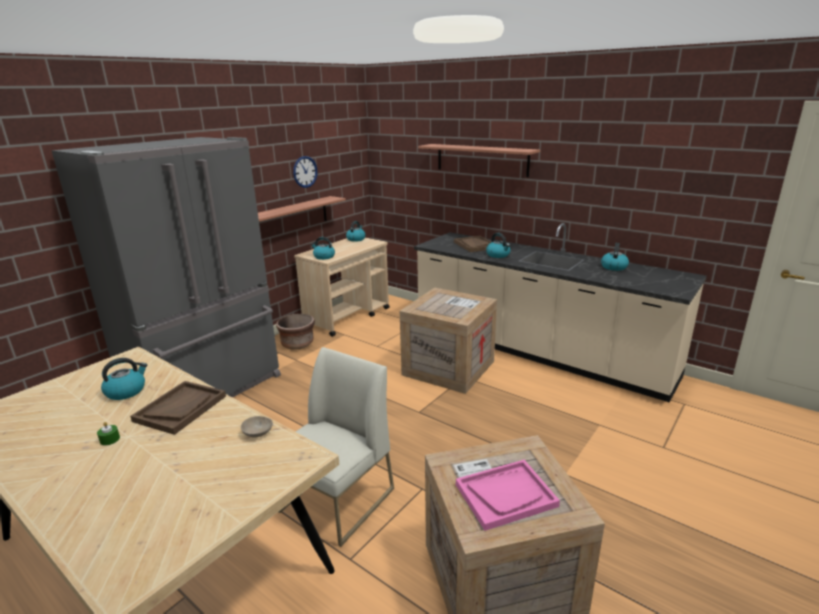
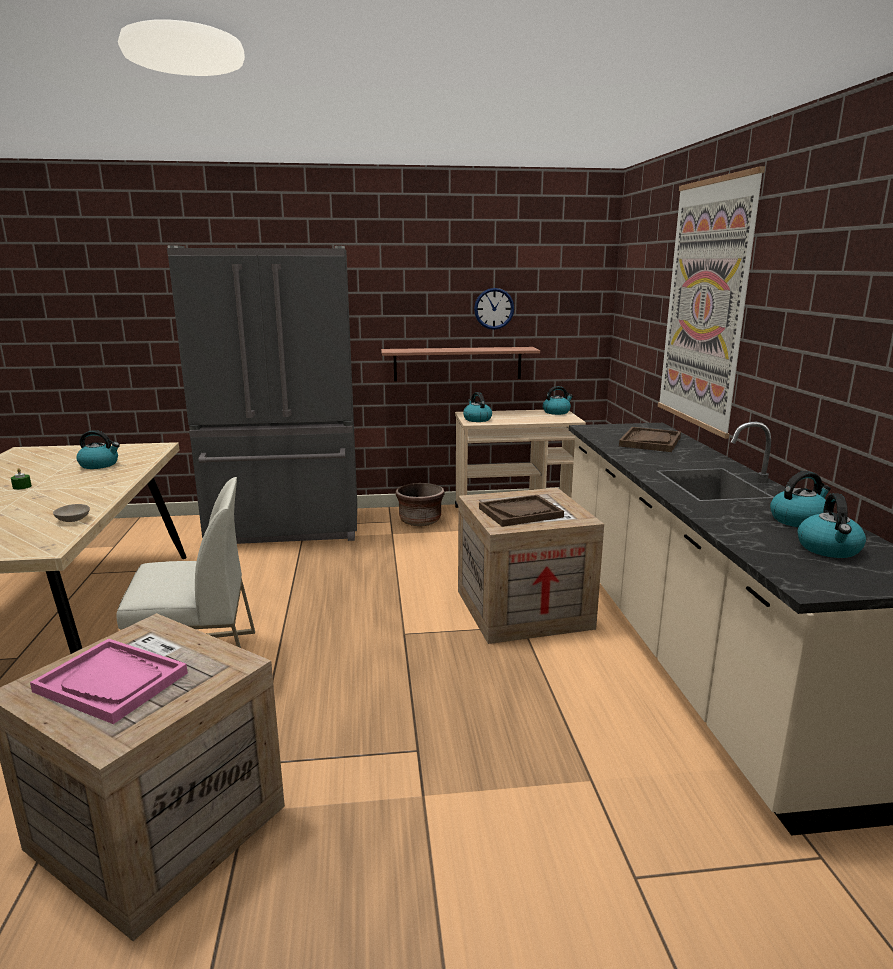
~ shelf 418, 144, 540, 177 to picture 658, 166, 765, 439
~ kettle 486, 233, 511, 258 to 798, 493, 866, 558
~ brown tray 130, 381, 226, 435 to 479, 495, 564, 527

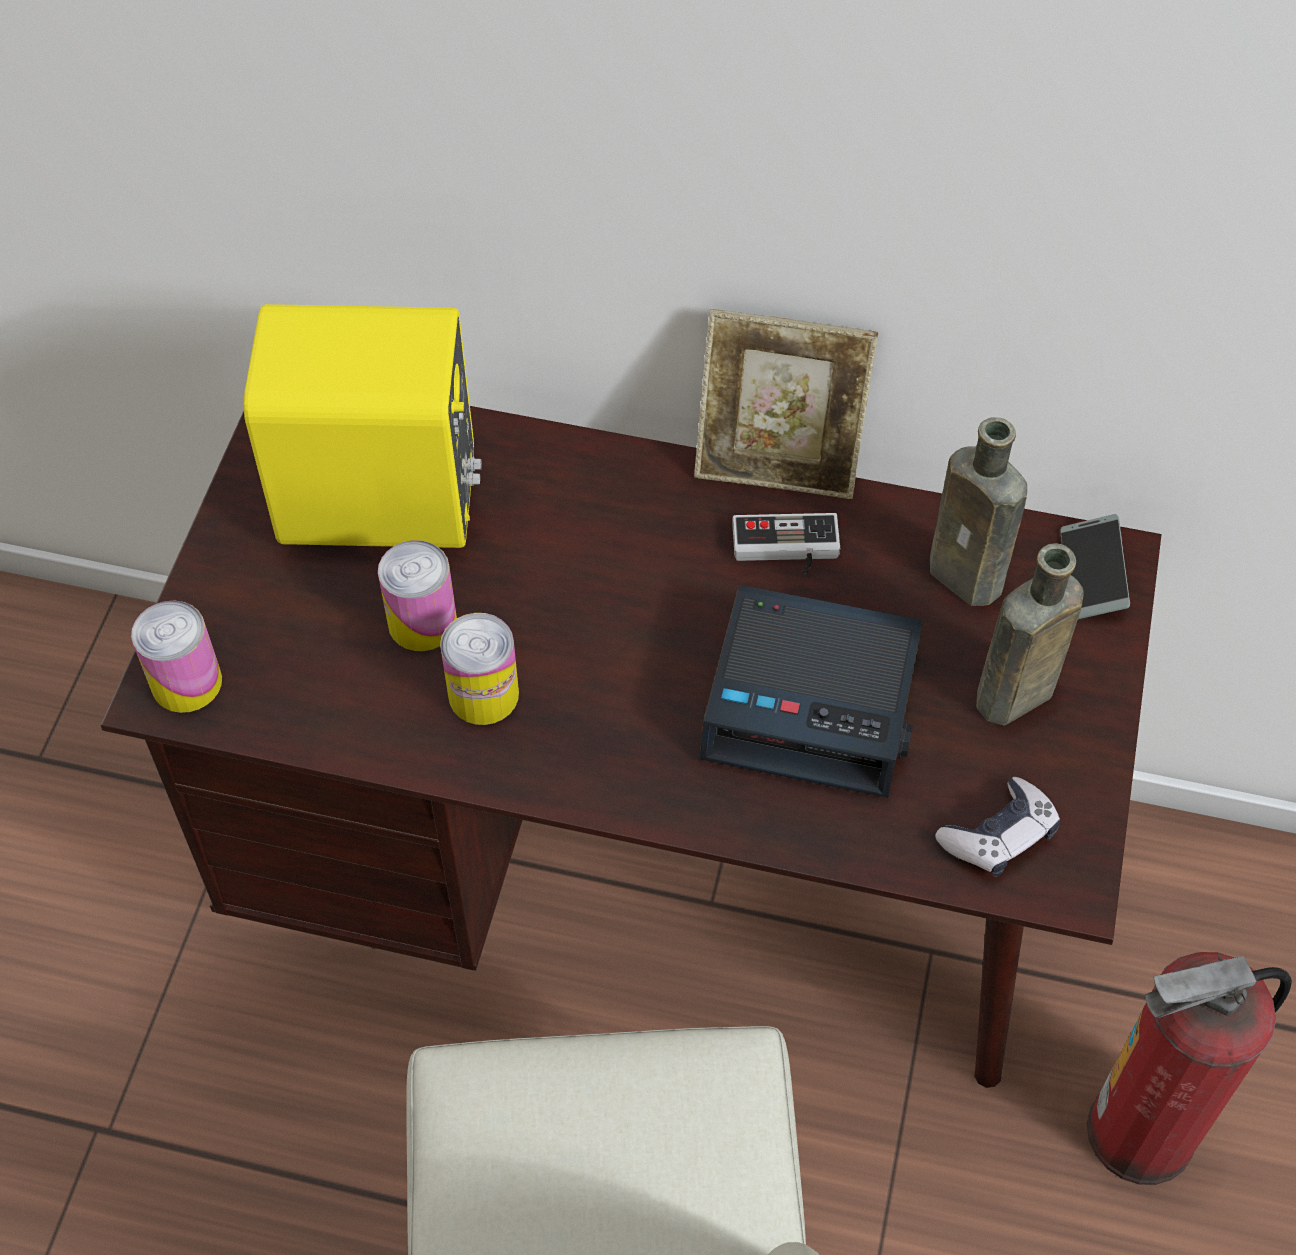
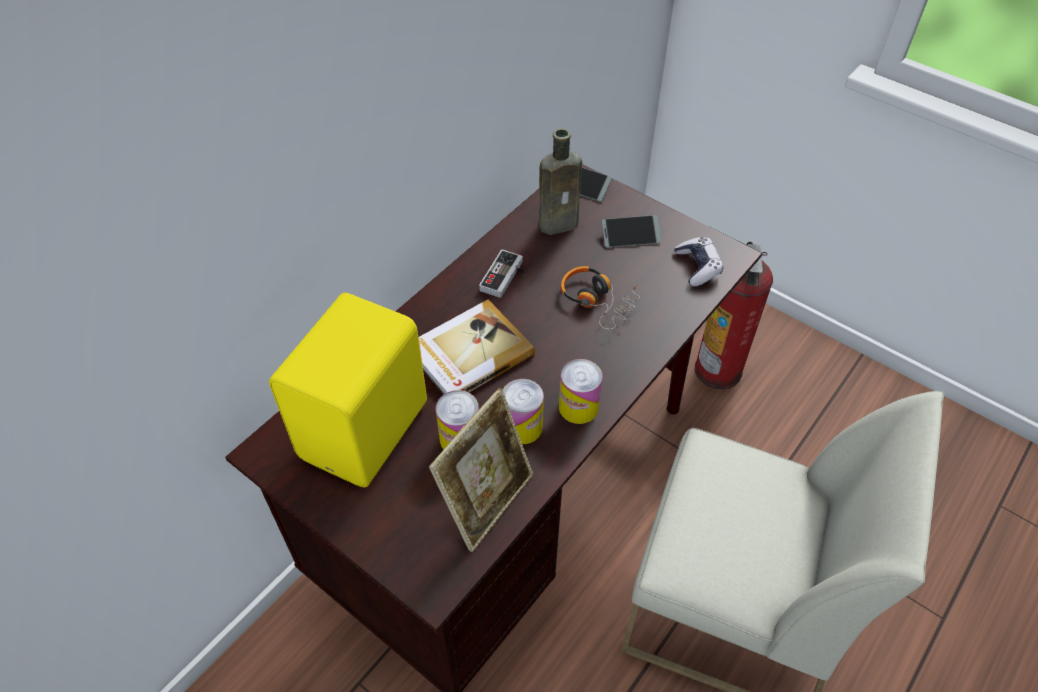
~ picture frame 694, 309, 878, 499 to 429, 388, 533, 552
~ brown bottle 967, 543, 1084, 726 to phone 602, 215, 661, 248
~ alarm clock 700, 585, 923, 798 to headphones 561, 266, 640, 330
~ can 131, 601, 222, 713 to 559, 359, 603, 424
+ book 418, 299, 535, 394

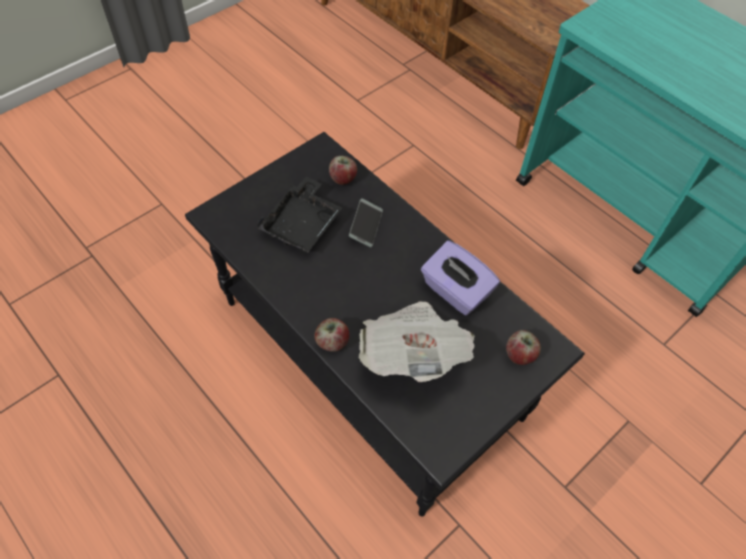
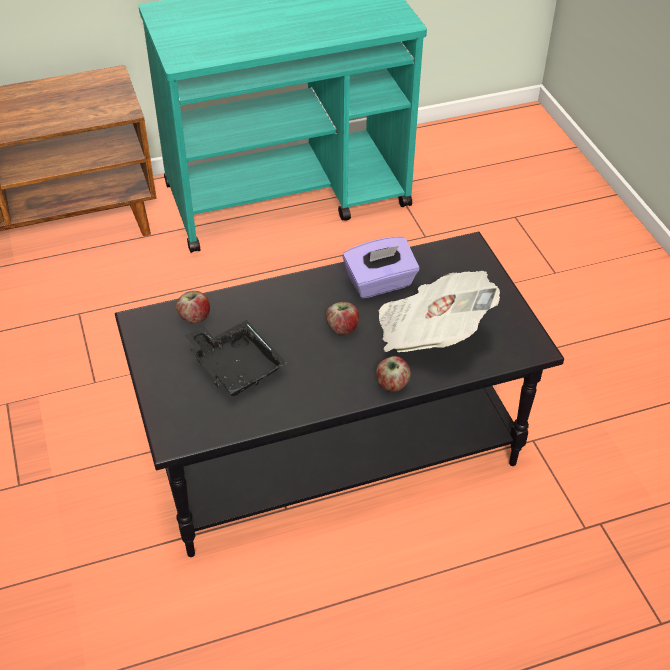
- phone 349, 198, 383, 247
~ apple 506, 330, 541, 365 to 326, 302, 359, 335

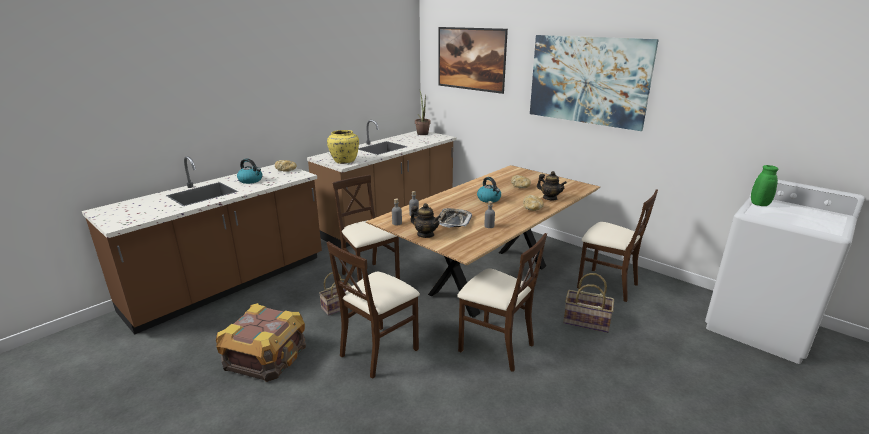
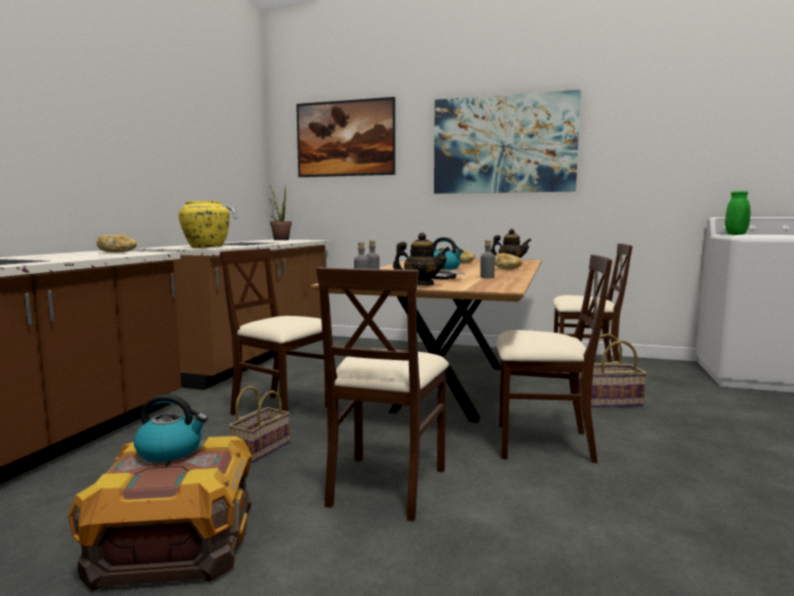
~ kettle 237, 158, 262, 184 to 134, 394, 208, 462

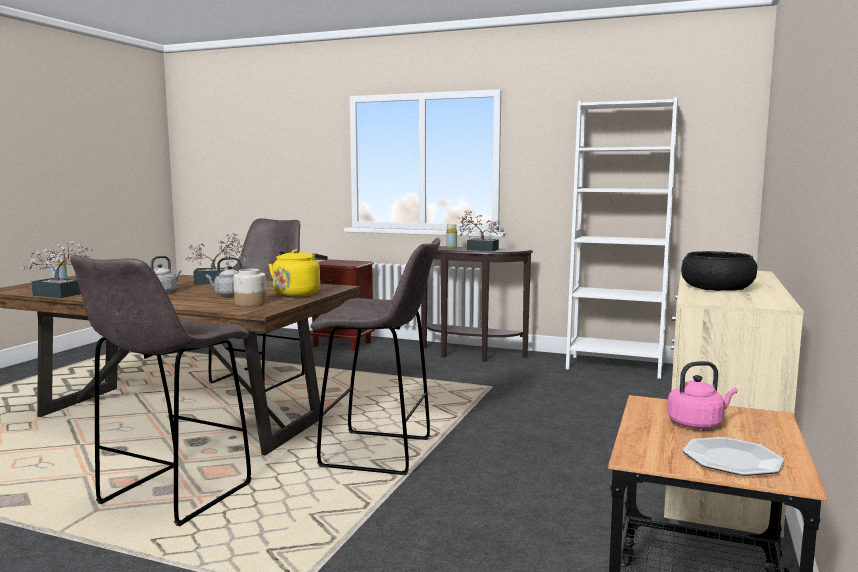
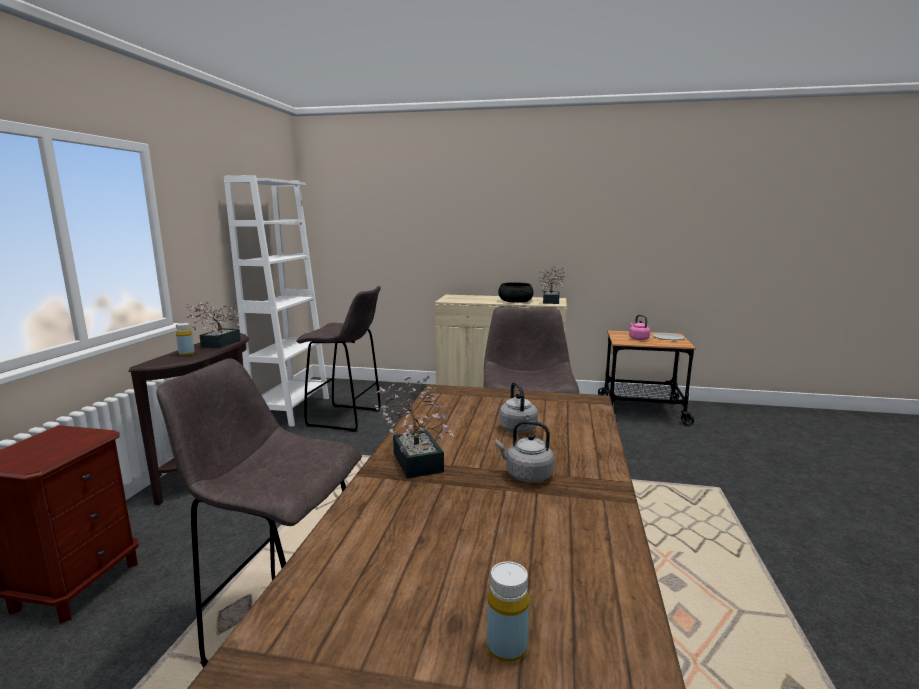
~ potted plant 21, 241, 93, 298 to 537, 266, 565, 304
- yellow kettle 268, 249, 328, 297
~ grey stool 70, 255, 252, 526 to 296, 286, 381, 432
- jar 233, 269, 266, 306

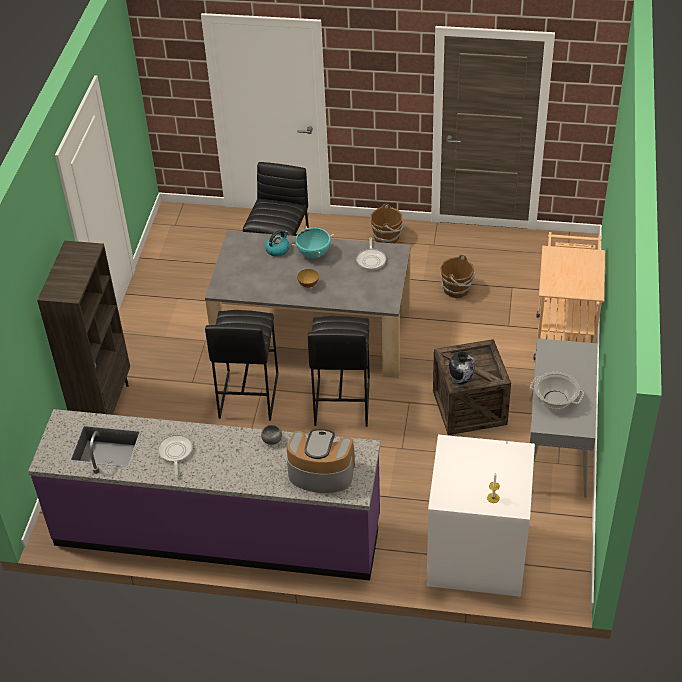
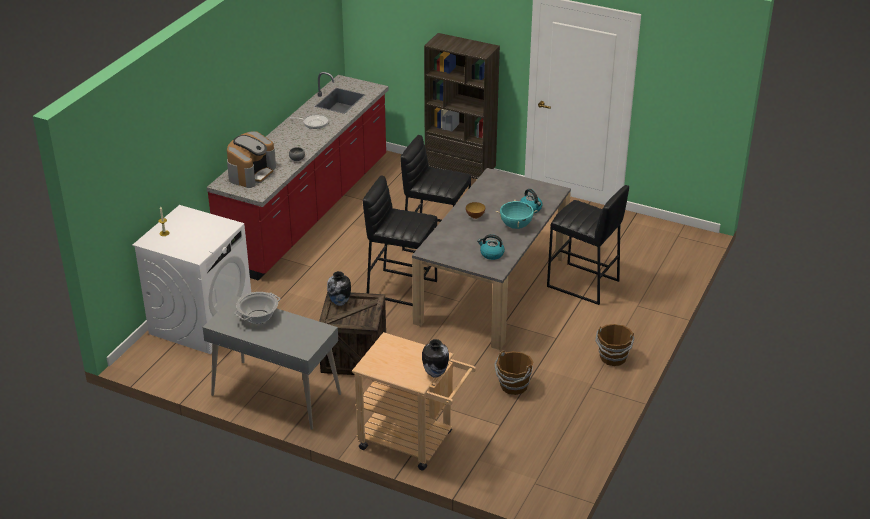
~ frying pan 356, 237, 386, 271 to kettle 477, 234, 505, 260
~ purple counter 28, 409, 380, 580 to red counter 207, 72, 389, 281
+ vase 422, 339, 449, 378

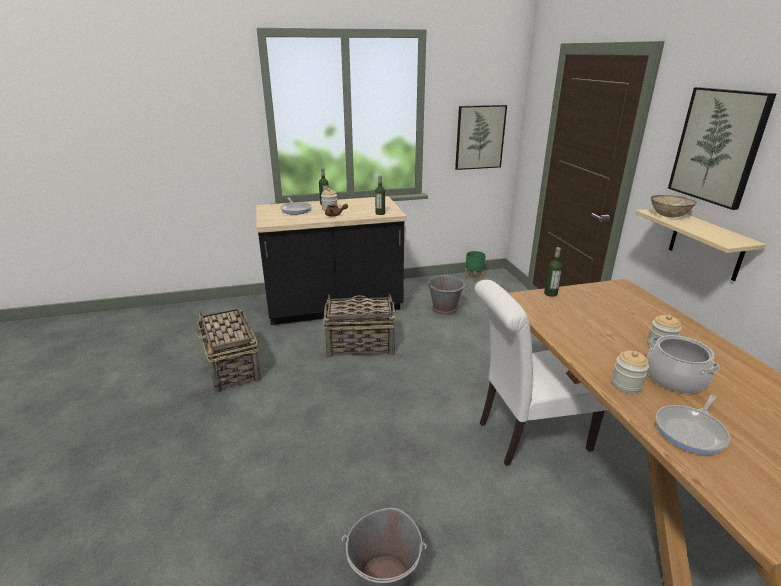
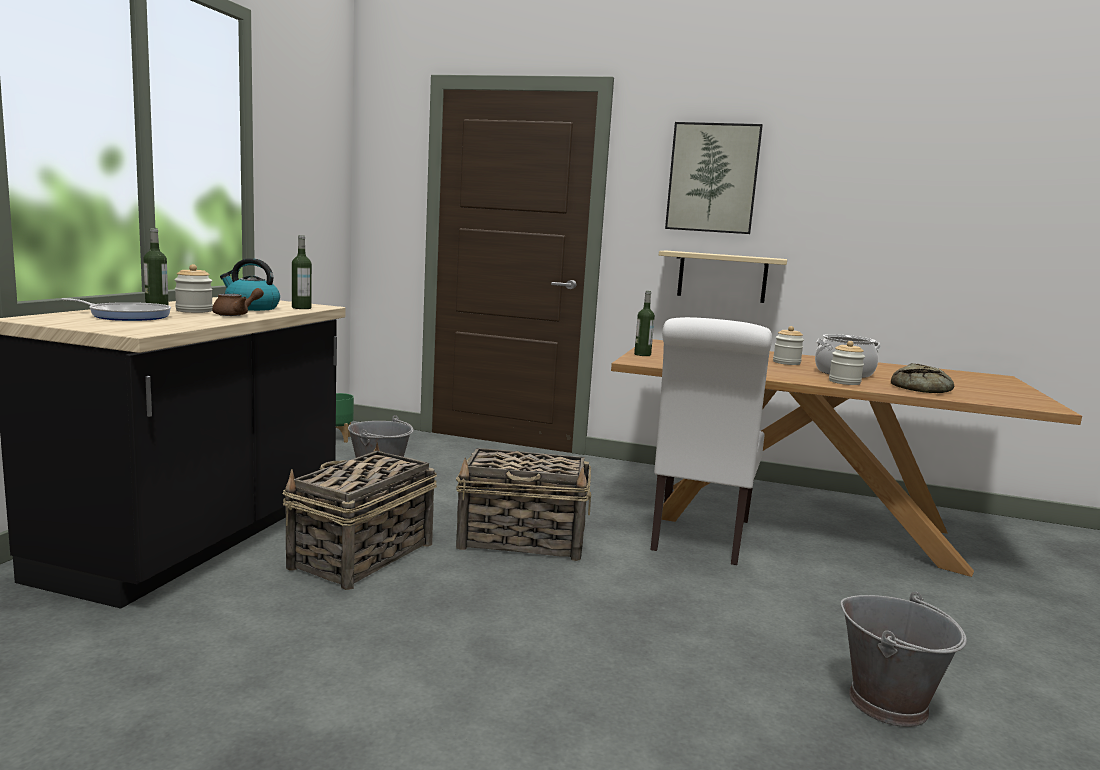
- picture 455, 105, 507, 170
- bowl 651, 195, 696, 217
~ basket 196, 308, 261, 393 to 456, 448, 591, 561
~ frying pan 656, 395, 730, 455 to bread 891, 363, 954, 393
+ kettle 220, 258, 280, 311

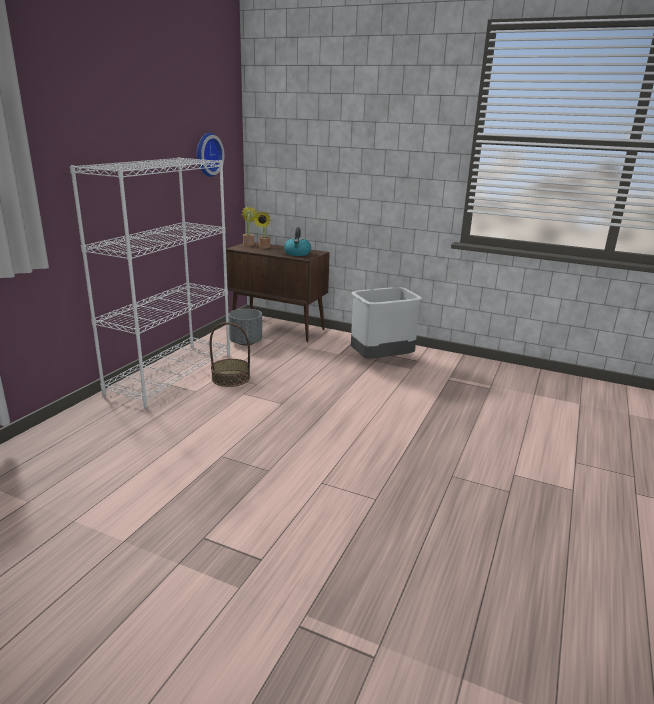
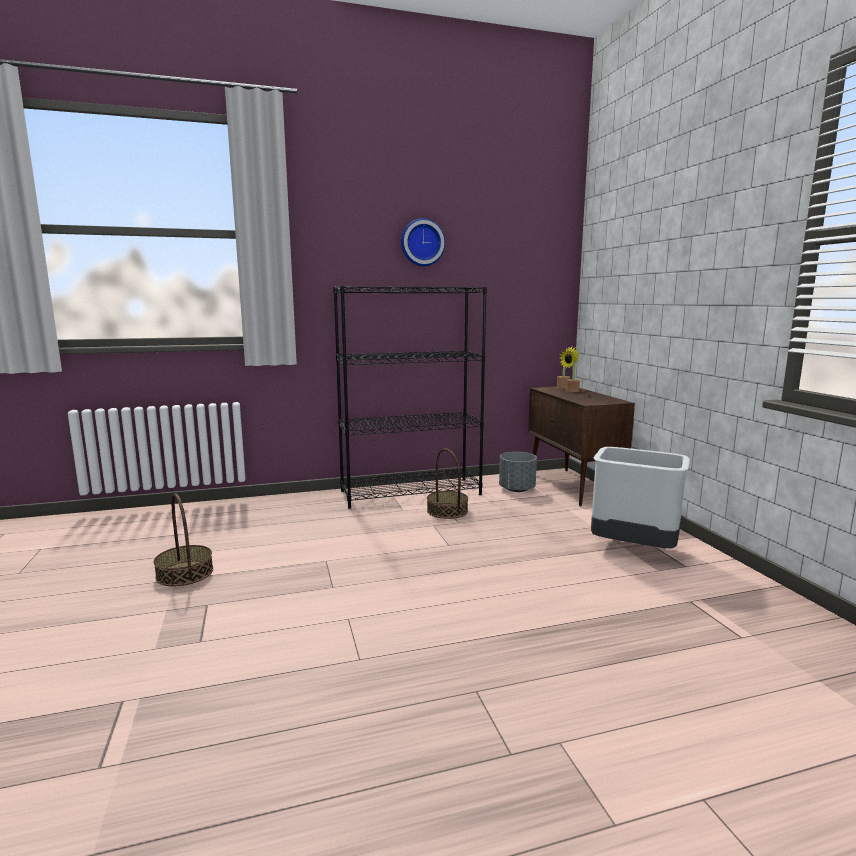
~ wall clock 196, 133, 224, 177 to 401, 218, 445, 266
~ white bookcase 70, 157, 230, 408 to black bookcase 333, 286, 487, 509
- kettle 284, 227, 311, 256
+ basket 154, 493, 213, 586

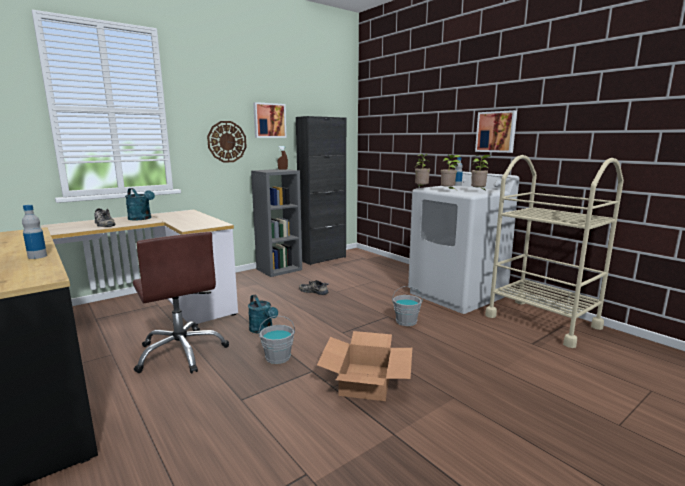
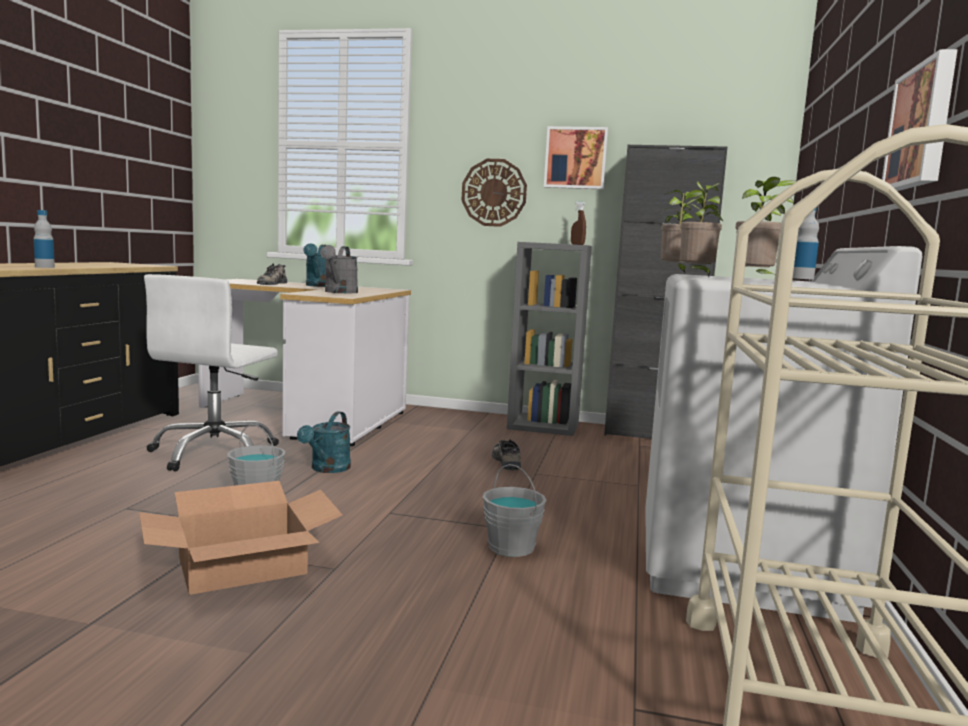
~ brown office chair 133, 232, 229, 374 to white office chair 144, 274, 279, 472
+ grey watering can 320, 245, 358, 293

